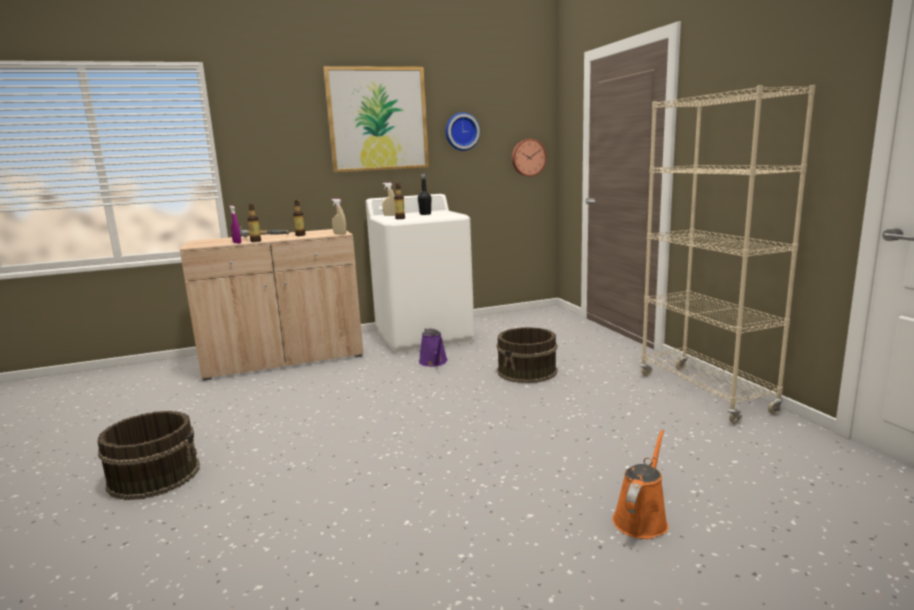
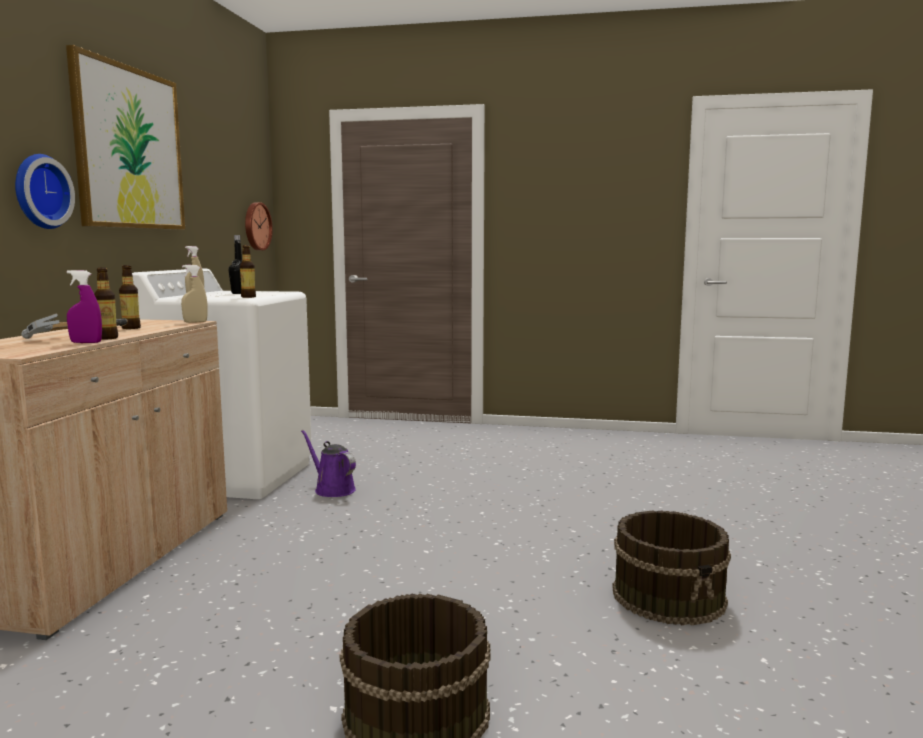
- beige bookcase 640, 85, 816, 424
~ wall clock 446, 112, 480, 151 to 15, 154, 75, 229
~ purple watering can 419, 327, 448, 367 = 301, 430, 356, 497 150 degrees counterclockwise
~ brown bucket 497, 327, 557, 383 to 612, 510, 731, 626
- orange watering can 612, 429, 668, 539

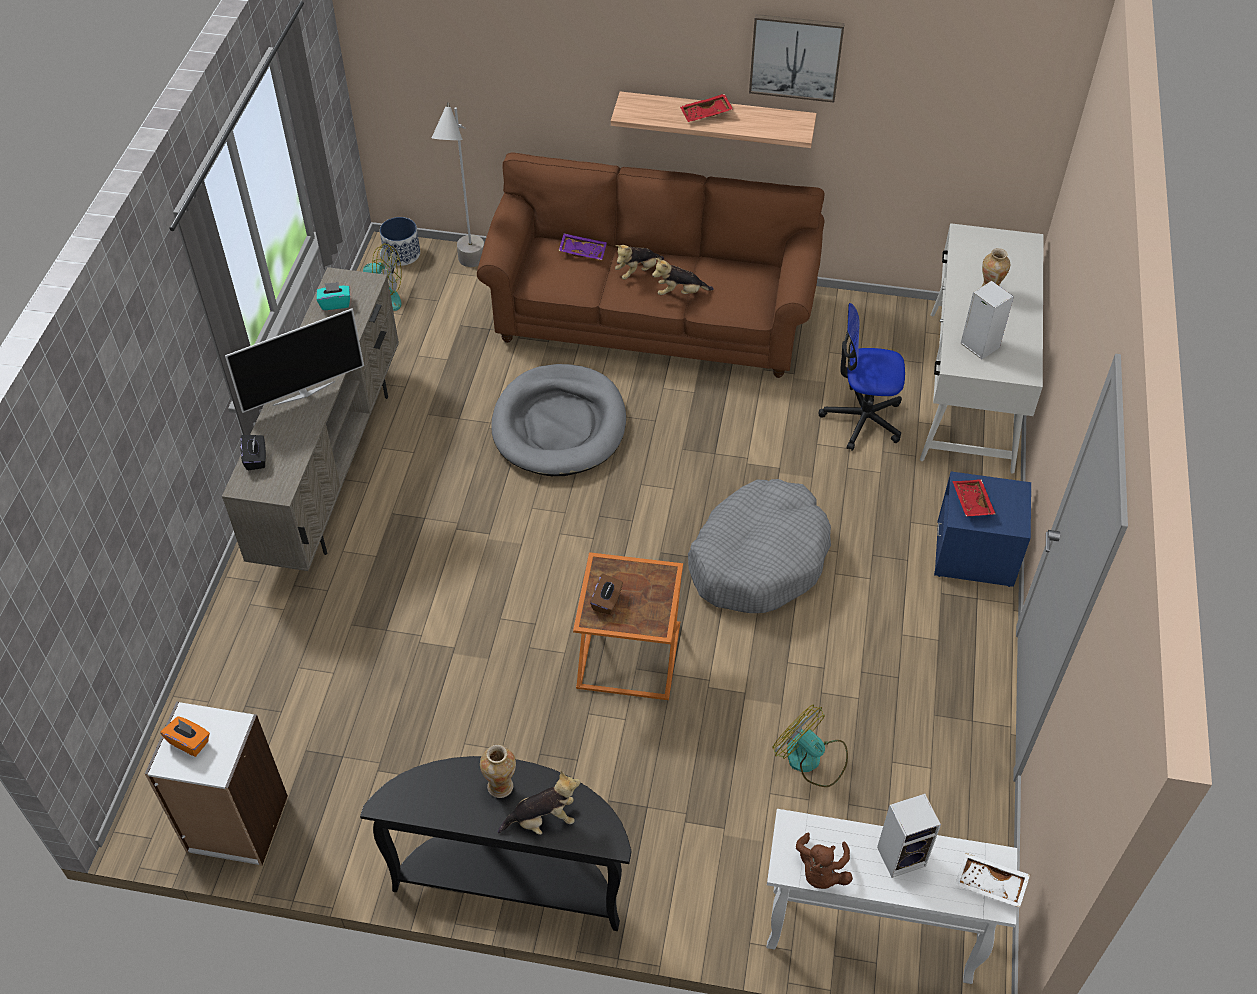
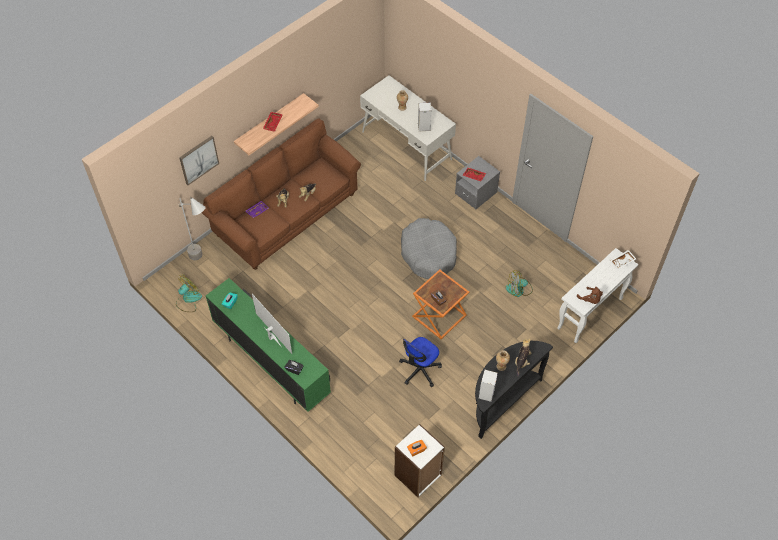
~ picture 749, 14, 845, 103 to 179, 136, 219, 185
- planter 380, 217, 420, 266
~ beige tv stand 222, 267, 399, 571 to green tv stand 206, 278, 331, 412
~ office chair 819, 303, 905, 451 to 399, 337, 442, 387
~ television 225, 308, 364, 413 = 252, 294, 292, 354 45 degrees counterclockwise
- grey dog bed 491, 364, 626, 476
~ blue nightstand 934, 471, 1031, 587 to grey nightstand 455, 156, 500, 210
~ speaker 877, 794, 941, 878 to 479, 370, 498, 402

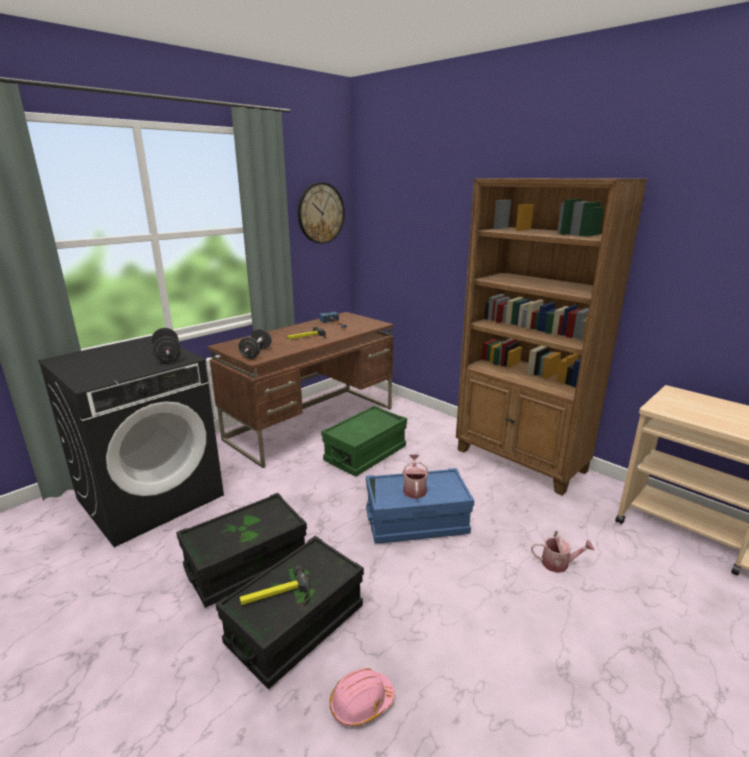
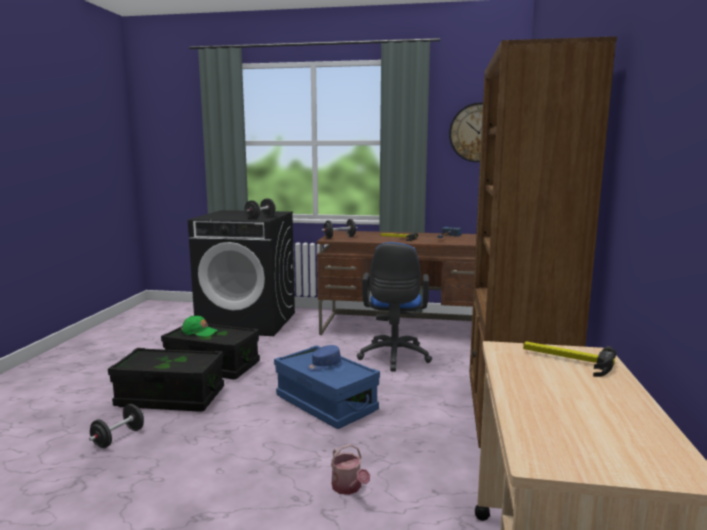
~ green storage box 321, 406, 407, 476 to blue office chair 357, 242, 432, 372
~ watering can 402, 454, 429, 498 to blue cap 307, 345, 341, 371
~ hammer 240, 566, 310, 605 to 523, 341, 616, 377
~ pink hard hat 330, 668, 395, 726 to black dumbbell 89, 404, 144, 448
+ green cap 181, 316, 218, 337

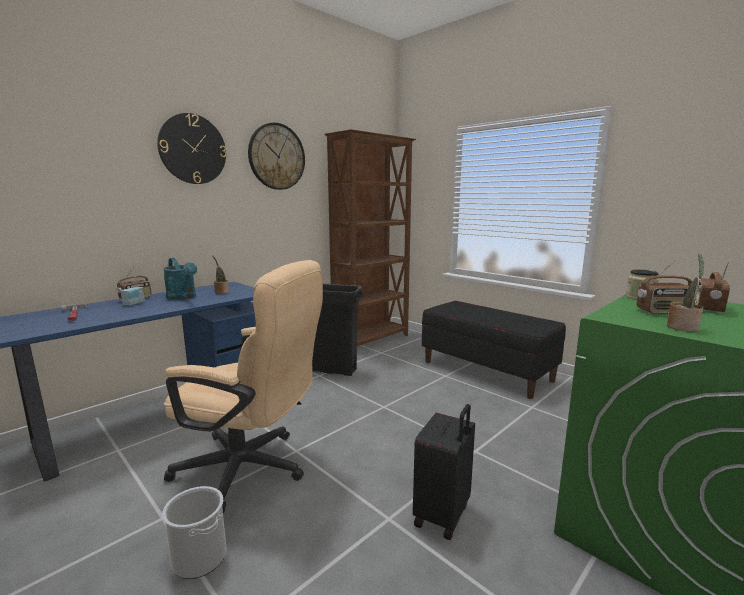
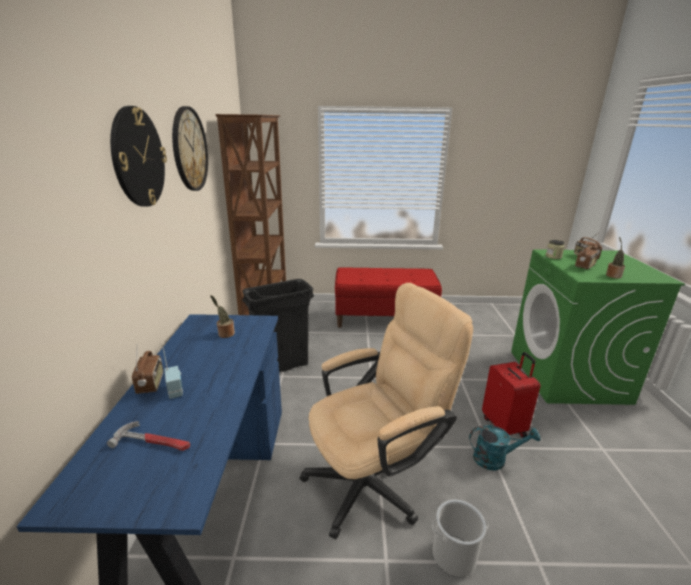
~ turquoise watering can 163, 258, 197, 300 to 469, 425, 541, 471
~ black bench 422, 301, 566, 399 to red bench 335, 267, 442, 328
~ black suitcase 413, 404, 475, 540 to red suitcase 482, 352, 540, 438

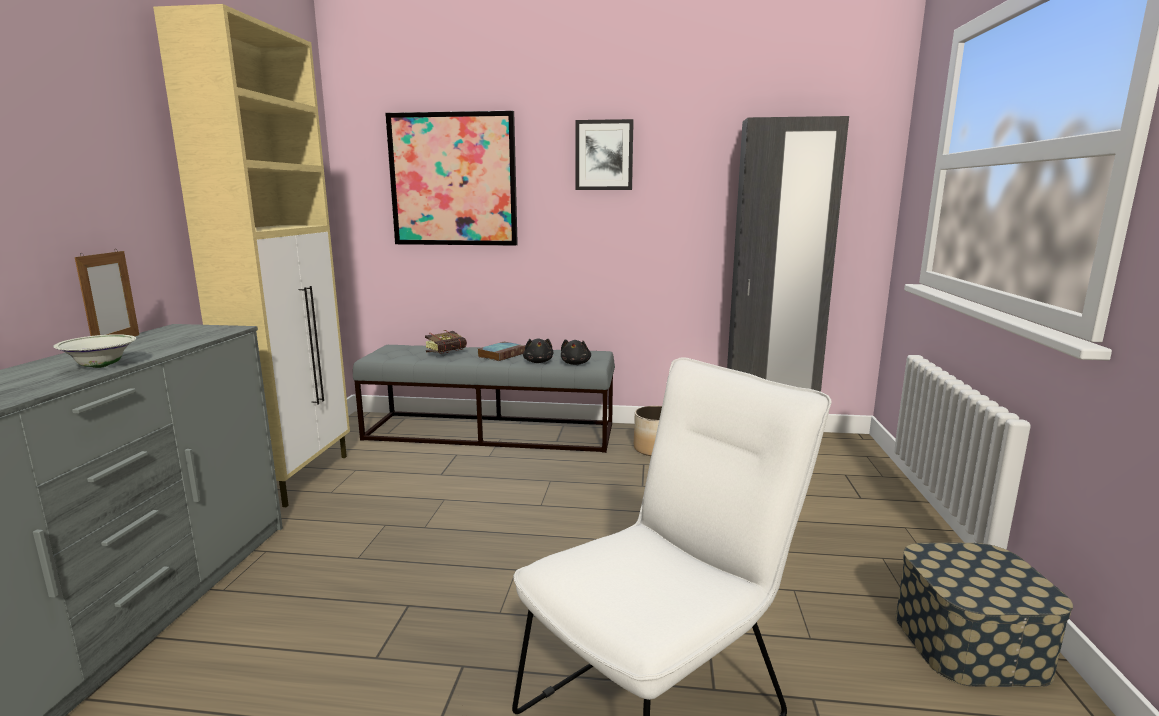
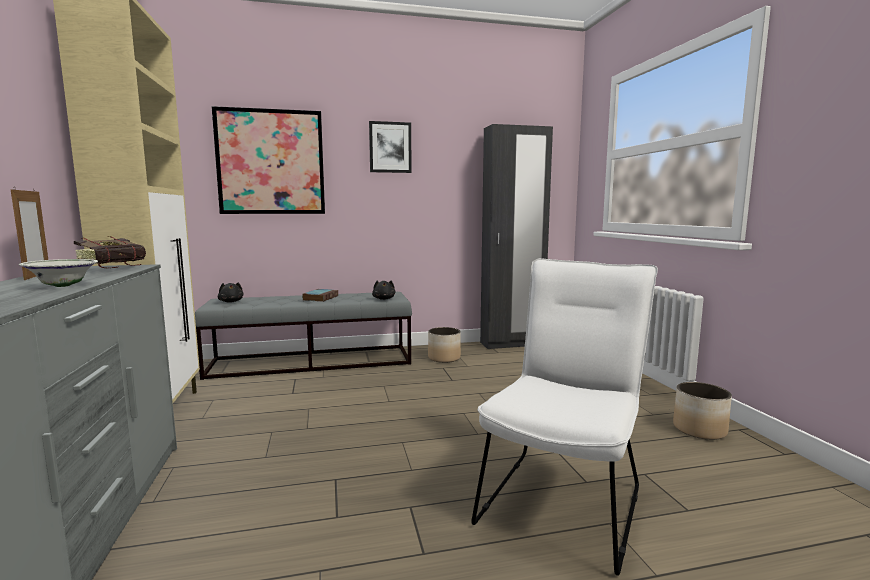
~ book 425, 330, 467, 354 to 74, 236, 146, 268
~ black plush toy 523, 339, 553, 363 to 218, 282, 244, 302
~ storage box 895, 543, 1073, 687 to planter 673, 382, 732, 440

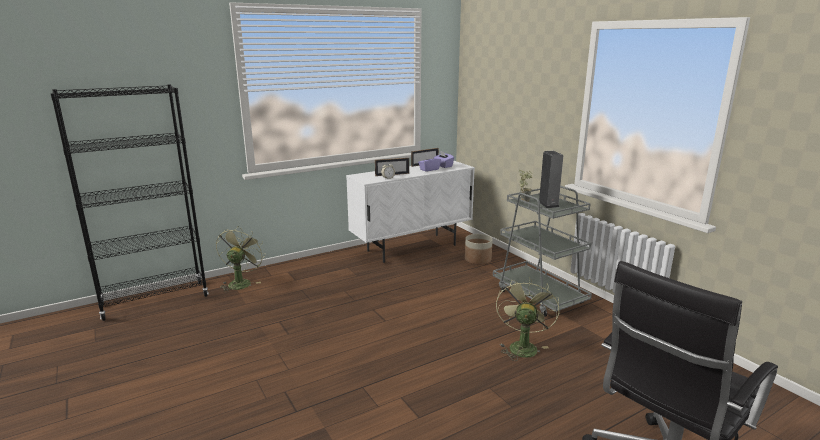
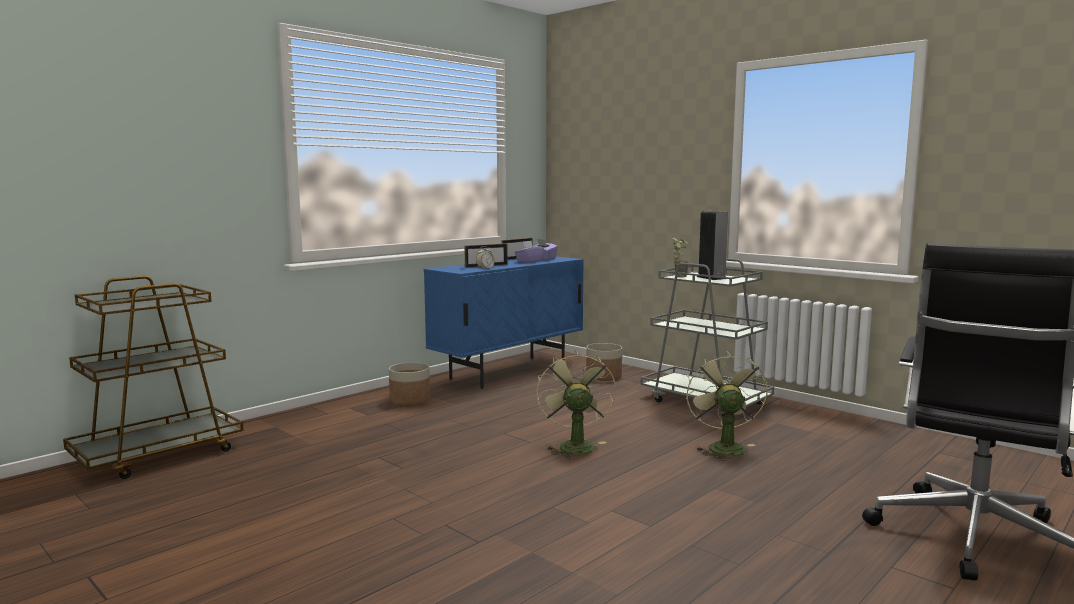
~ black bookcase 51, 84, 209, 321 to brown cart 63, 276, 244, 479
~ white cabinet 346, 161, 475, 263 to blue cabinet 424, 256, 584, 389
~ green fan 216, 226, 265, 292 to 537, 350, 616, 459
+ planter 389, 362, 430, 406

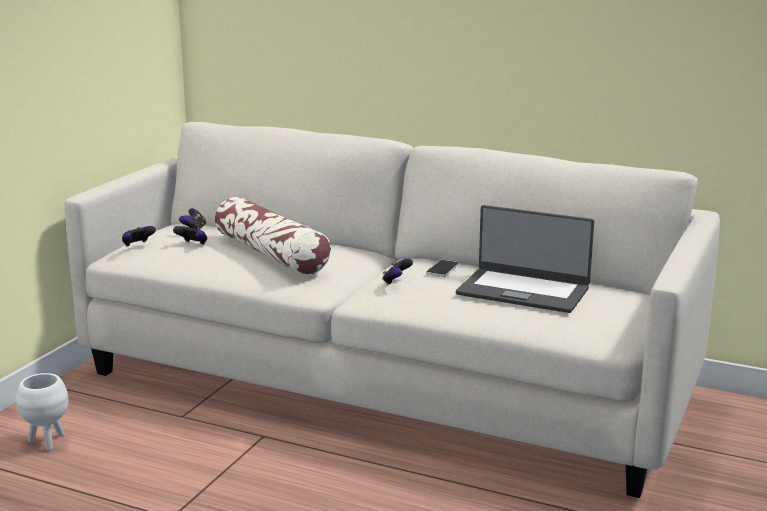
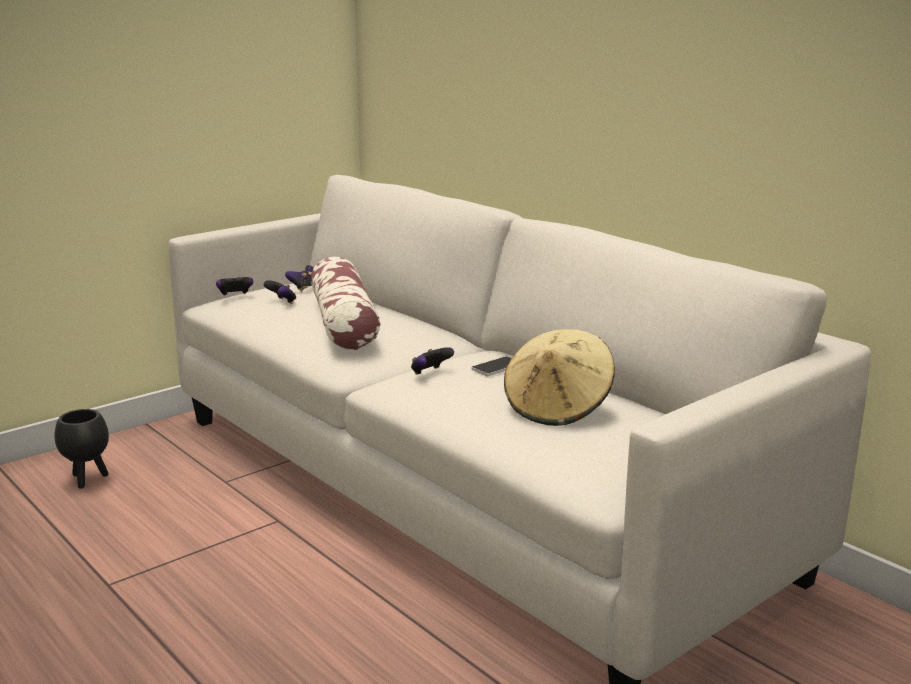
~ laptop 456, 205, 594, 313 to beige hat 504, 329, 615, 426
~ white planter 16, 373, 68, 451 to black planter 55, 409, 109, 489

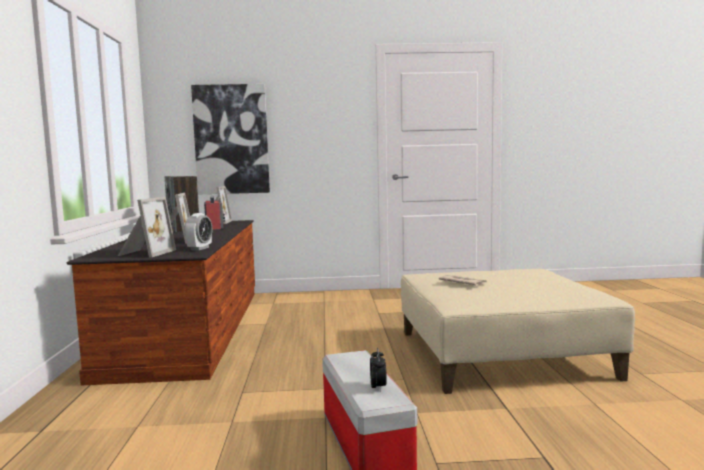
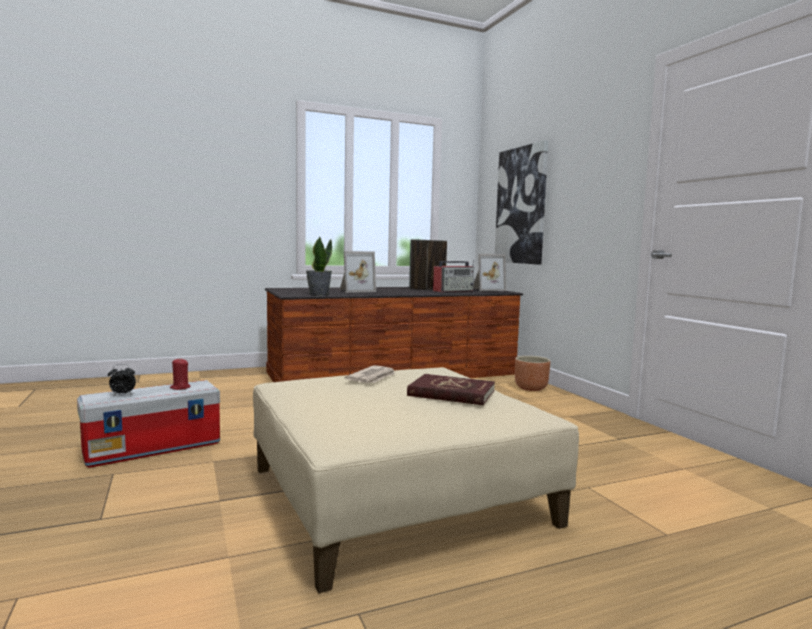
- picture frame 118, 197, 176, 258
~ alarm clock 184, 213, 212, 251 to potted plant 306, 237, 332, 296
+ brown planter 515, 356, 550, 391
+ red candle 170, 358, 191, 390
+ red book 407, 374, 495, 405

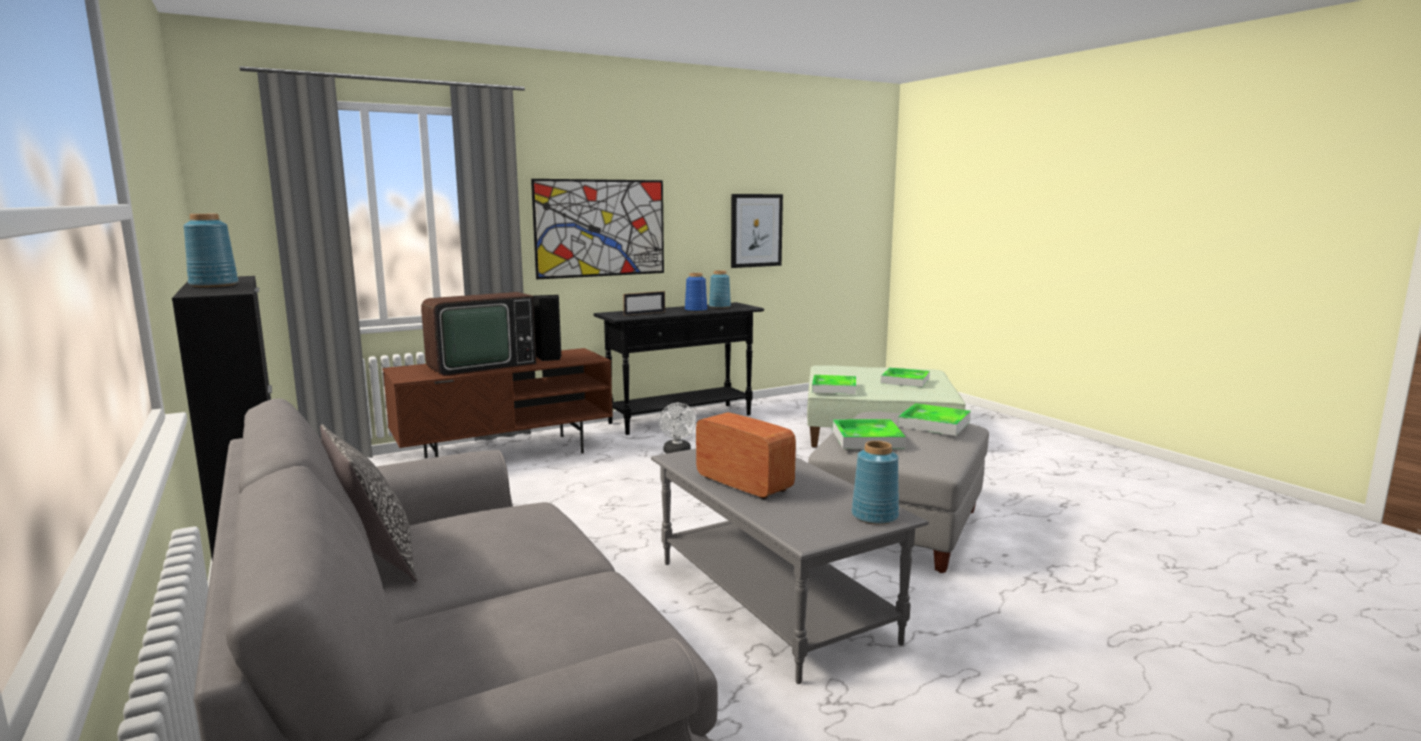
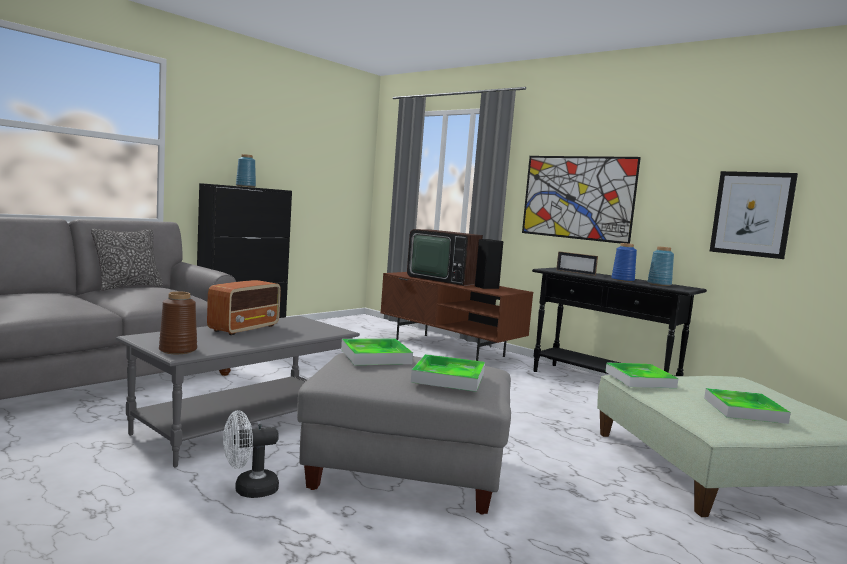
~ white fan 659, 403, 696, 453 to 223, 410, 279, 498
~ blue vase 852, 441, 899, 525 to brown vase 159, 292, 197, 354

